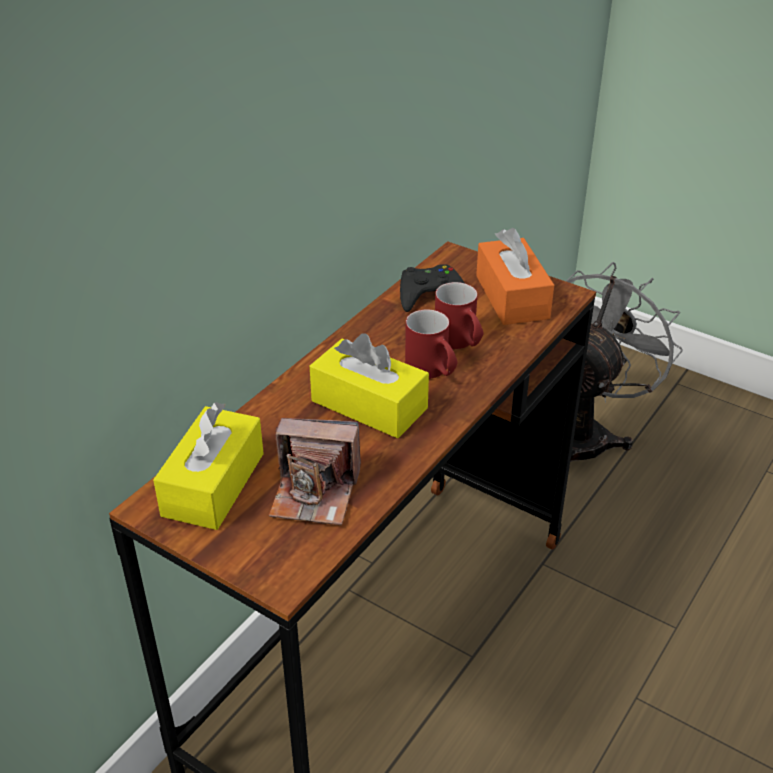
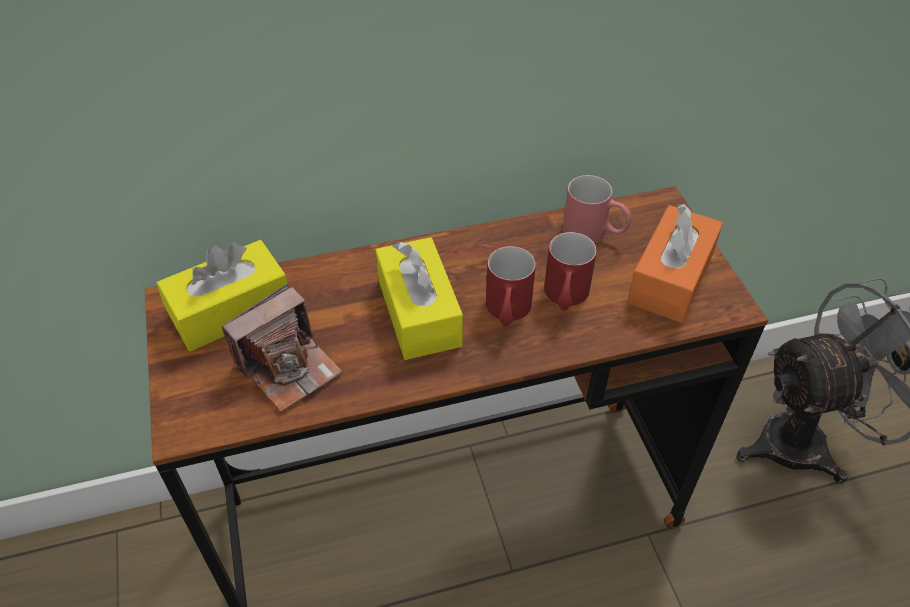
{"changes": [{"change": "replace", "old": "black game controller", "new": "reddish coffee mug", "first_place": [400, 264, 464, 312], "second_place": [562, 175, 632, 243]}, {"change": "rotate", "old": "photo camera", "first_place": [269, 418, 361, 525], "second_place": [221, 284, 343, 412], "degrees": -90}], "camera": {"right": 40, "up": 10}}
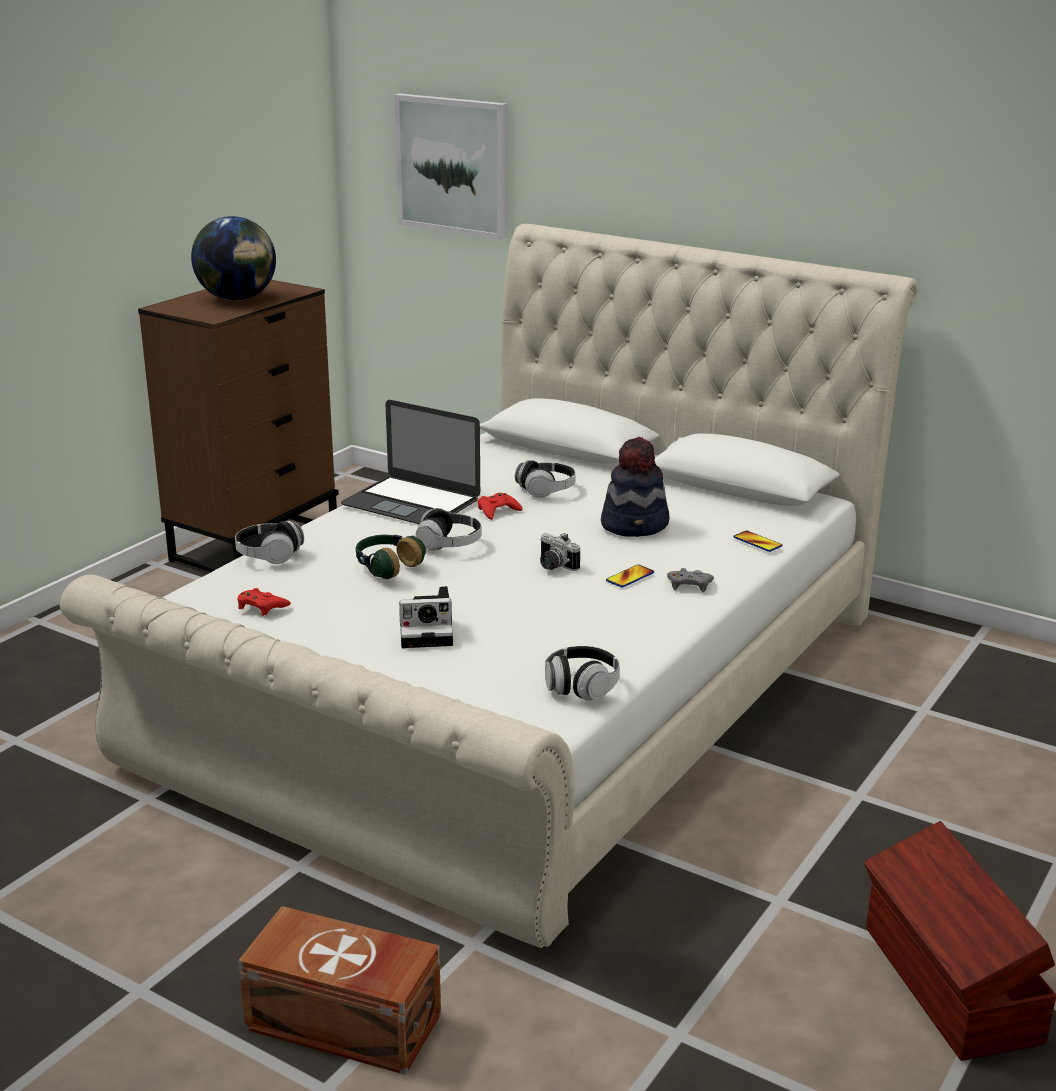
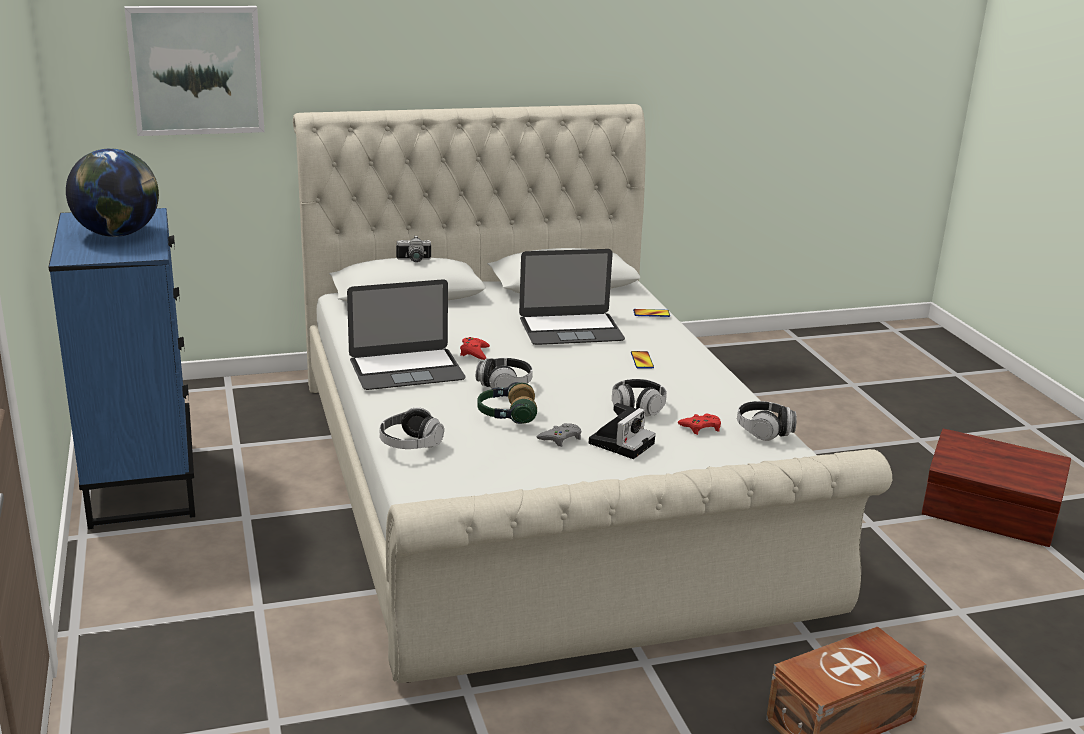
{"changes": [{"change": "recolor", "old": "brown-coloured dresser", "new": "blue-coloured dresser", "first_place": [138, 280, 339, 572], "second_place": [48, 208, 195, 529]}, {"change": "replace", "old": "clothing hat", "new": "laptop", "first_place": [601, 437, 669, 537], "second_place": [519, 249, 625, 345]}, {"change": "move", "old": "pair of headphones", "first_place": [515, 460, 576, 498], "second_place": [612, 379, 667, 416]}, {"change": "move", "old": "photo camera", "first_place": [540, 533, 580, 571], "second_place": [396, 235, 431, 262]}, {"change": "move", "old": "greyish game controller", "first_place": [667, 568, 714, 592], "second_place": [537, 423, 582, 447]}, {"change": "move", "old": "reddish game controller", "first_place": [237, 588, 291, 616], "second_place": [678, 414, 721, 435]}], "camera": {"right": -50, "up": 0}}
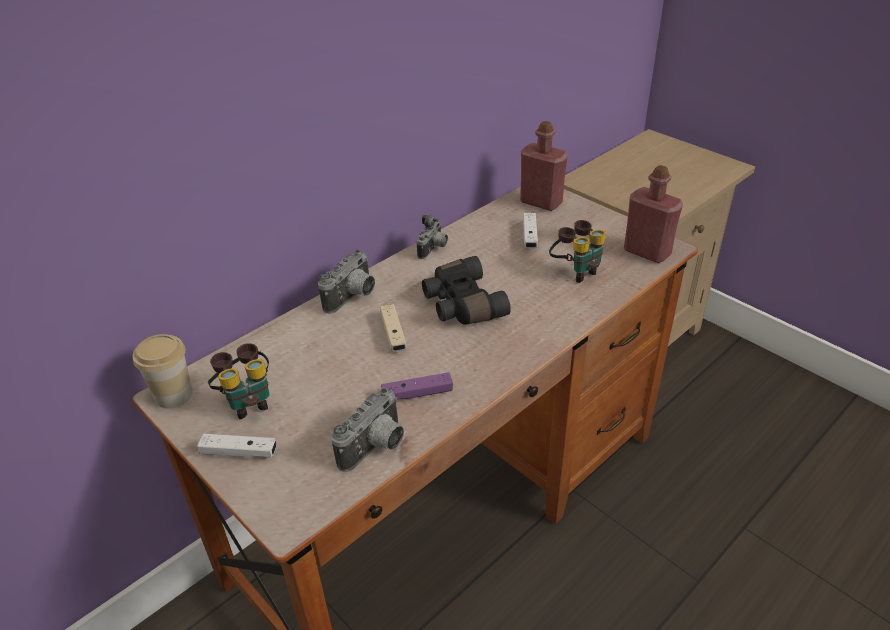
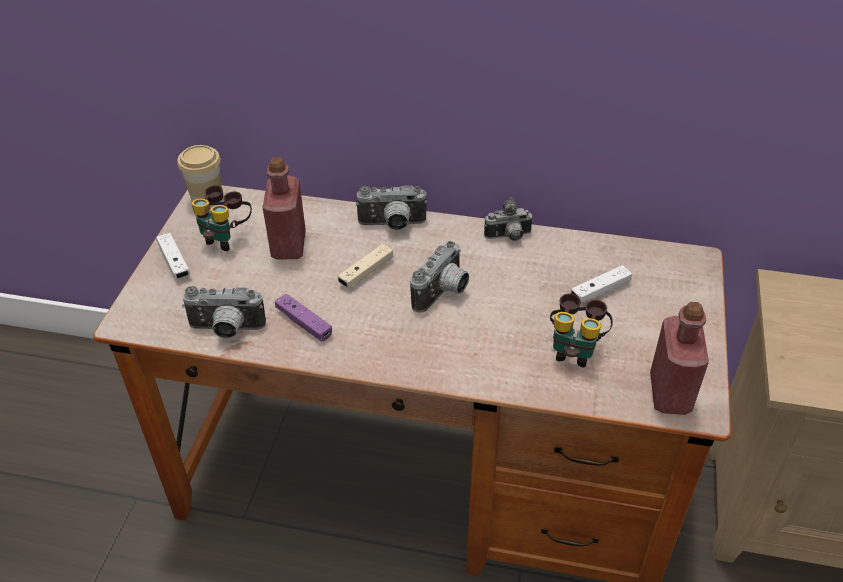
{"changes": [{"change": "move", "old": "reddish beverage bottle", "first_place": [520, 121, 568, 211], "second_place": [262, 157, 306, 260]}, {"change": "replace", "old": "black binoculars", "new": "photo camera", "first_place": [422, 256, 511, 325], "second_place": [410, 241, 469, 313]}], "camera": {"right": 55, "up": 5}}
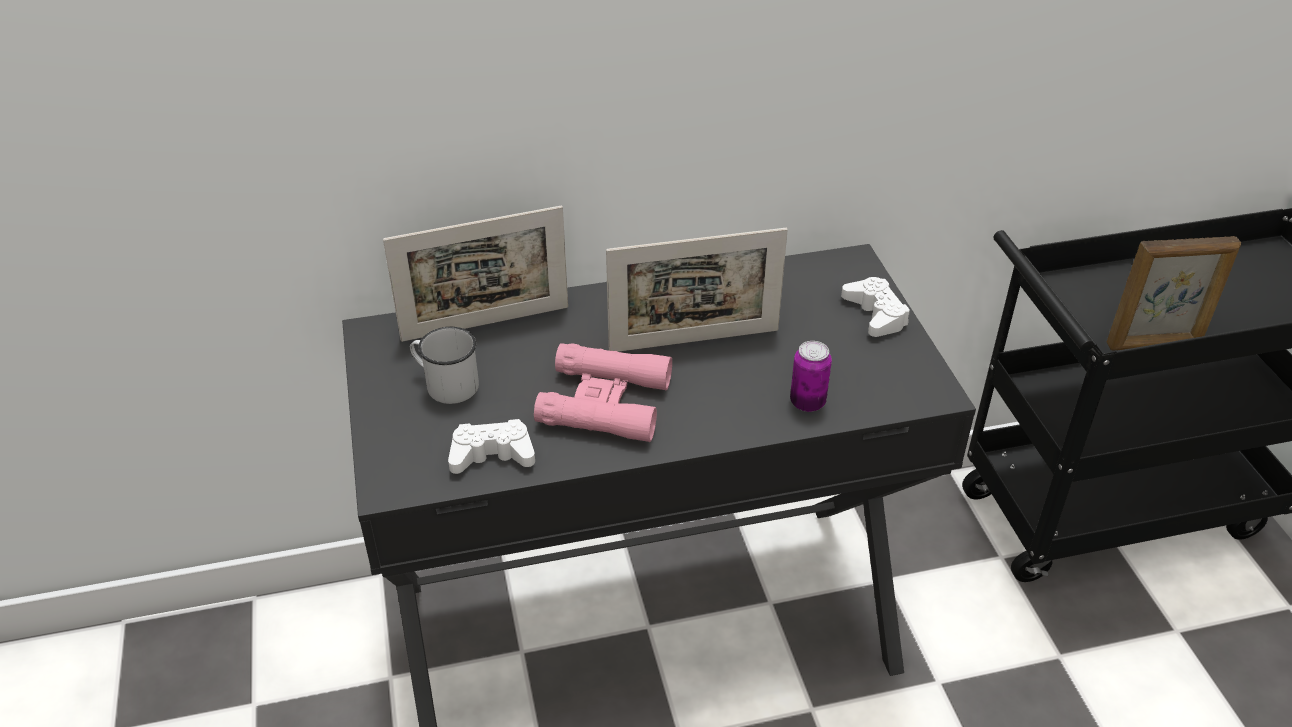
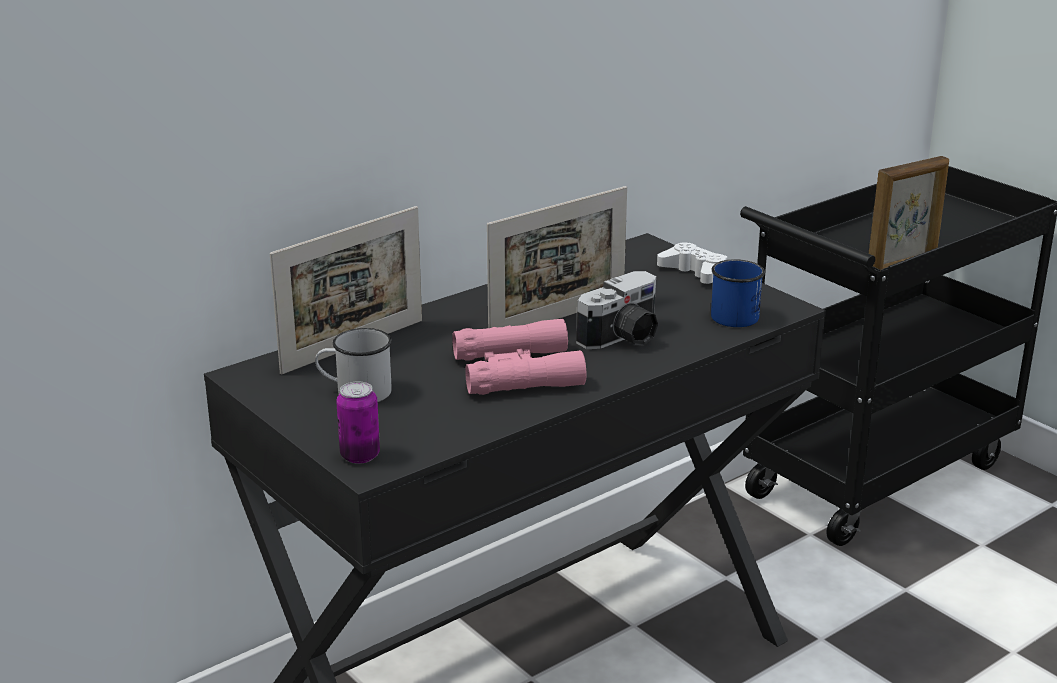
{"changes": [{"change": "move", "old": "can", "first_place": [790, 341, 832, 412], "second_place": [336, 381, 380, 464]}, {"change": "delete", "old": "white-coloured game controller", "first_place": [448, 419, 535, 474]}, {"change": "insert", "new": "blue-coloured coffee mug", "second_place": [711, 259, 765, 327]}, {"change": "insert", "new": "photo camera", "second_place": [576, 271, 658, 349]}], "camera": {"right": -25, "up": -15}}
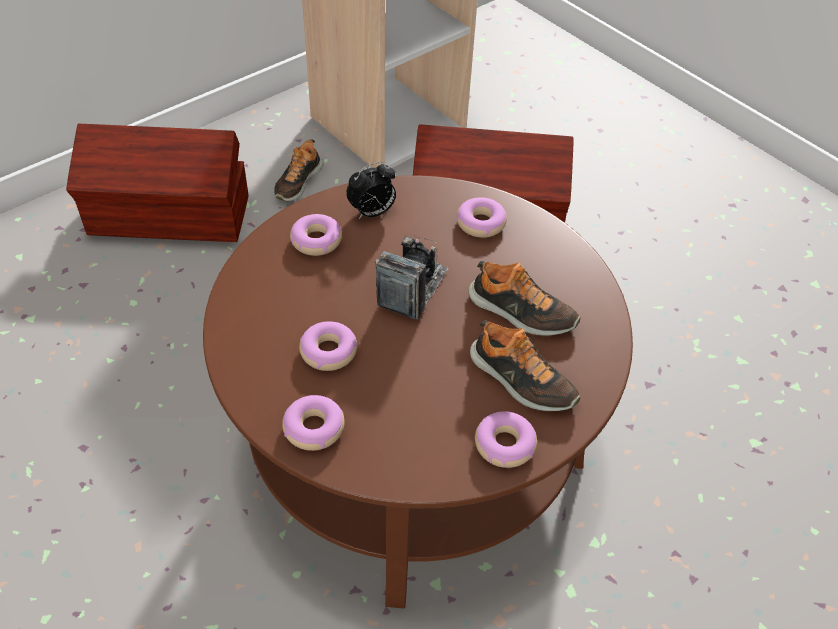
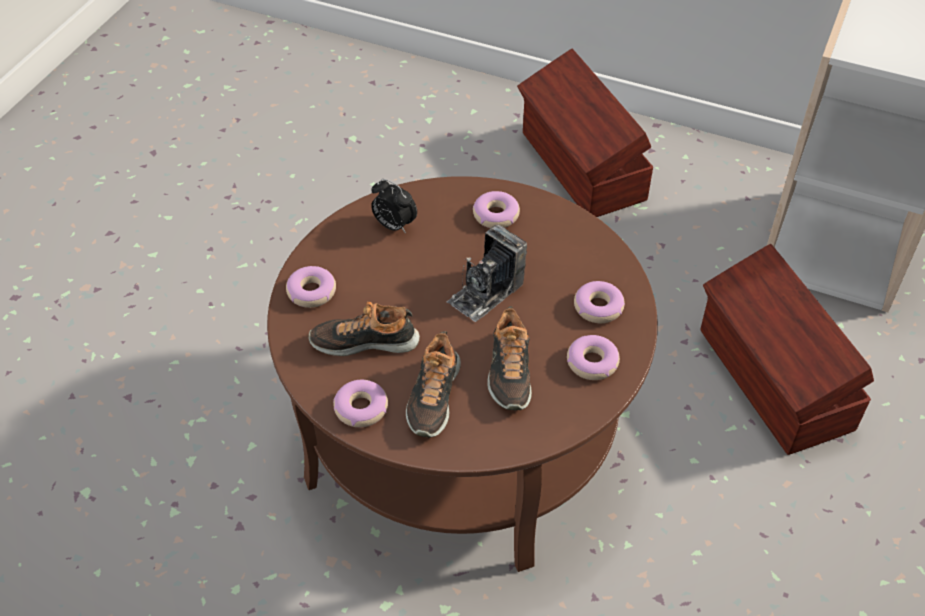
{"changes": [{"change": "move", "old": "shoe", "first_place": [274, 140, 324, 201], "second_place": [308, 301, 420, 356]}, {"change": "move", "old": "table clock", "first_place": [346, 162, 396, 219], "second_place": [371, 179, 417, 233]}, {"change": "rotate", "old": "photo camera", "first_place": [375, 234, 448, 320], "second_place": [446, 224, 527, 322], "degrees": 135}, {"change": "move", "old": "doughnut", "first_place": [299, 321, 358, 371], "second_place": [567, 335, 620, 380]}], "camera": {"right": 65, "up": 0}}
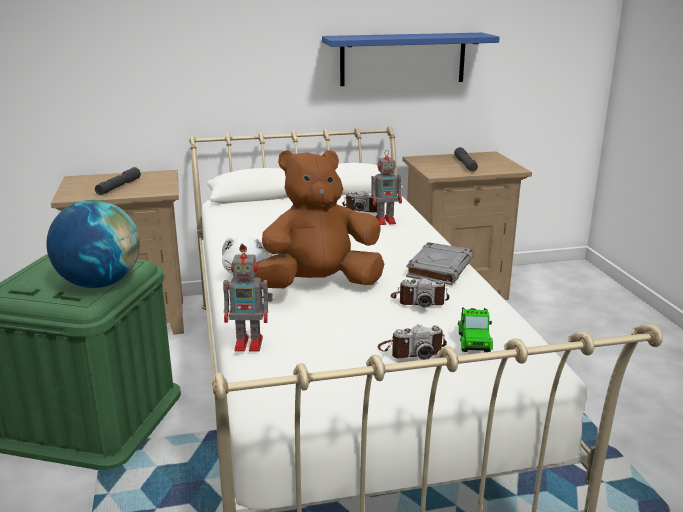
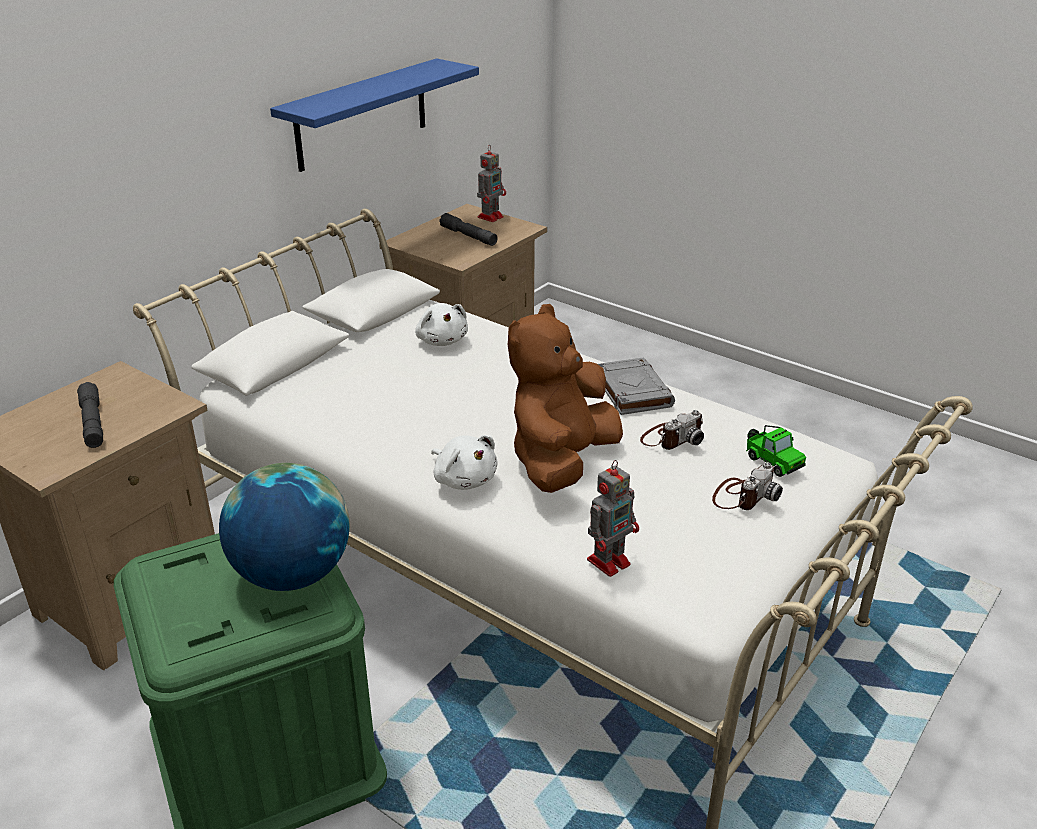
{"changes": [{"change": "move", "old": "robot figure", "first_place": [371, 150, 402, 225], "second_place": [477, 146, 506, 222]}, {"change": "replace", "old": "photo camera", "new": "white-coloured soft toy", "first_place": [342, 191, 377, 213], "second_place": [415, 303, 468, 346]}], "camera": {"right": -40, "up": 10}}
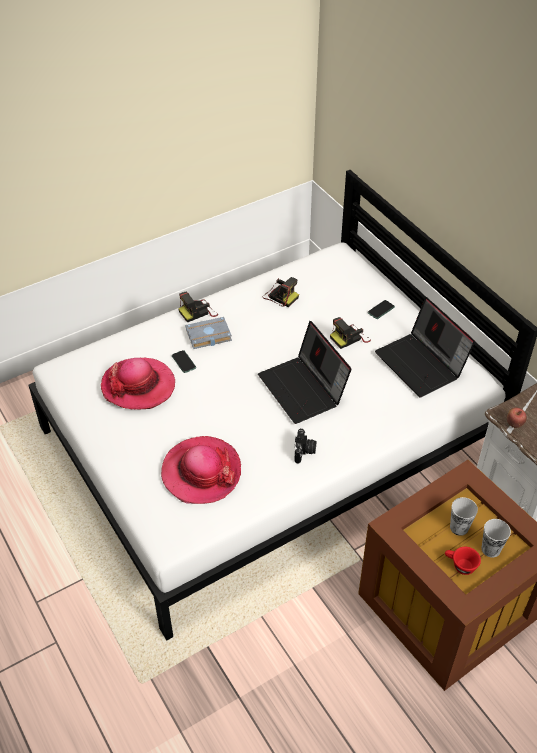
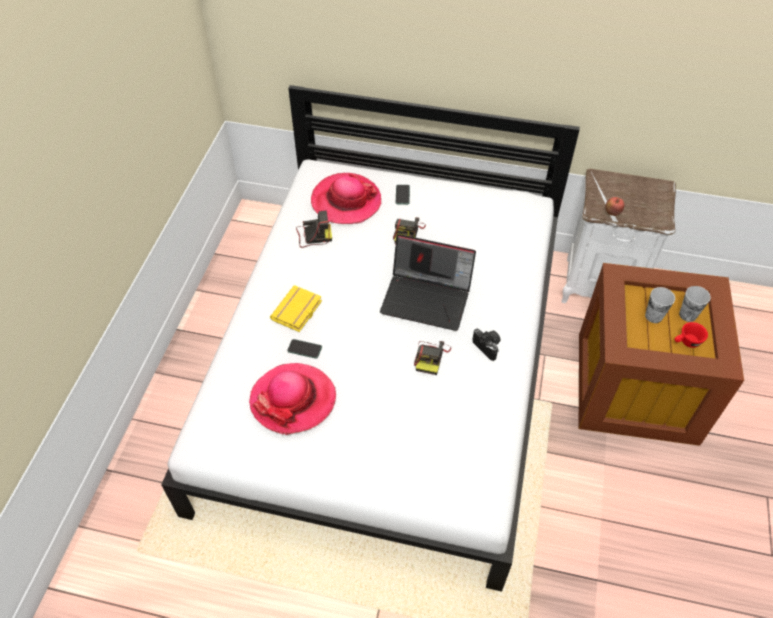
{"changes": [{"change": "move", "old": "photo camera", "first_place": [178, 292, 218, 322], "second_place": [414, 341, 451, 375]}, {"change": "delete", "old": "laptop", "first_place": [375, 297, 475, 397]}, {"change": "recolor", "old": "greyish volume", "new": "yellow volume", "first_place": [186, 317, 232, 349], "second_place": [270, 285, 322, 332]}, {"change": "move", "old": "clothing hat", "first_place": [161, 436, 241, 504], "second_place": [311, 173, 381, 224]}], "camera": {"right": -45, "up": 5}}
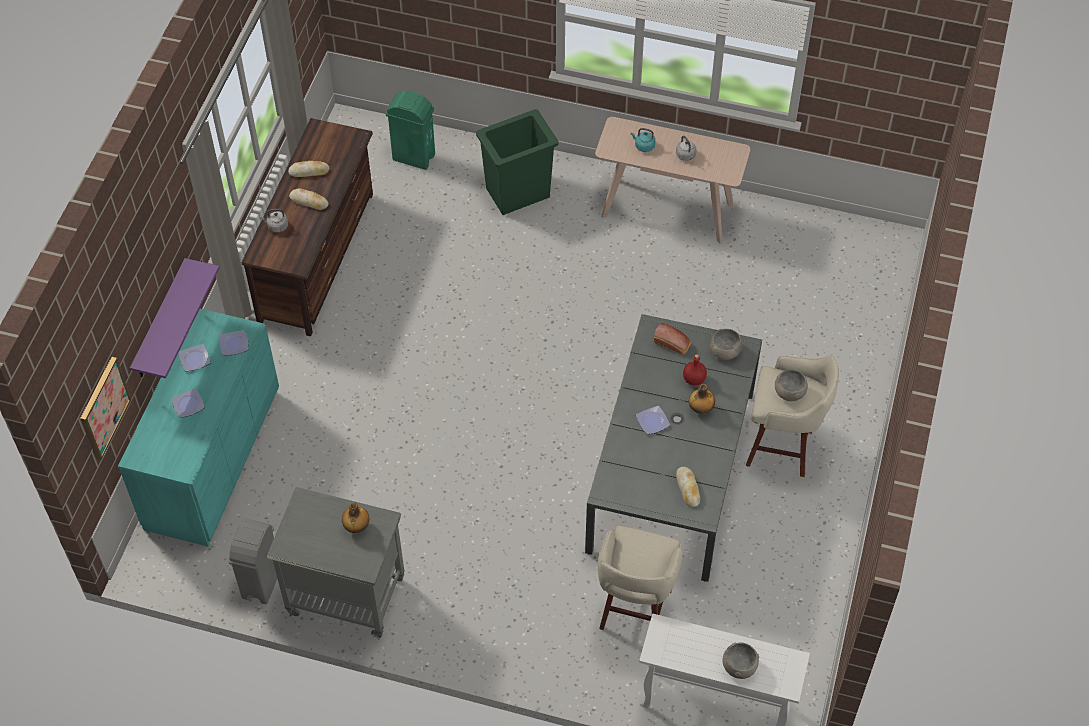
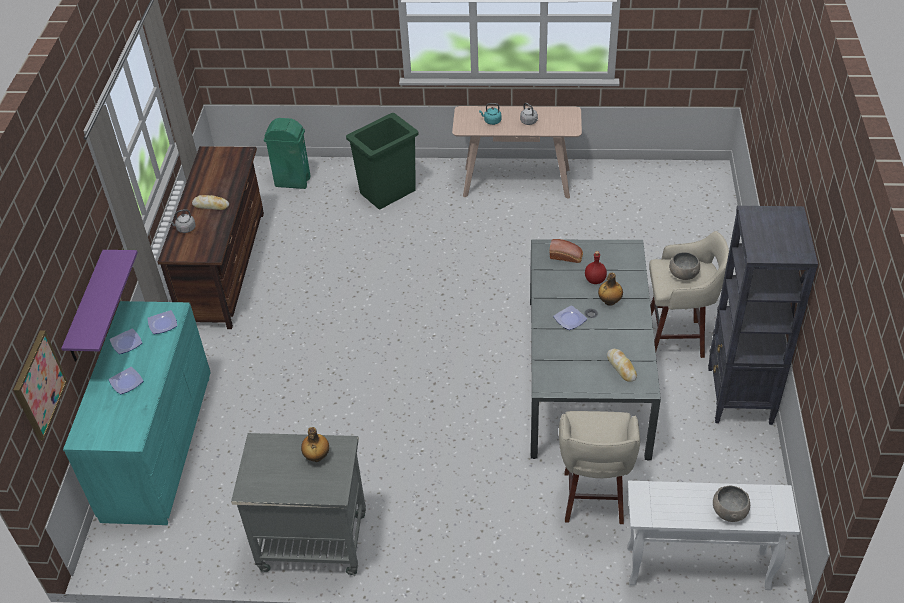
{"changes": [{"change": "delete", "old": "baked bread", "first_place": [288, 161, 329, 177]}, {"change": "delete", "old": "greyish deep dish", "first_place": [710, 329, 743, 360]}, {"change": "delete", "old": "greyish rubbish bin", "first_place": [228, 519, 277, 604]}, {"change": "insert", "new": "black bookcase", "second_place": [708, 206, 818, 425]}], "camera": {"right": -10, "up": -10}}
